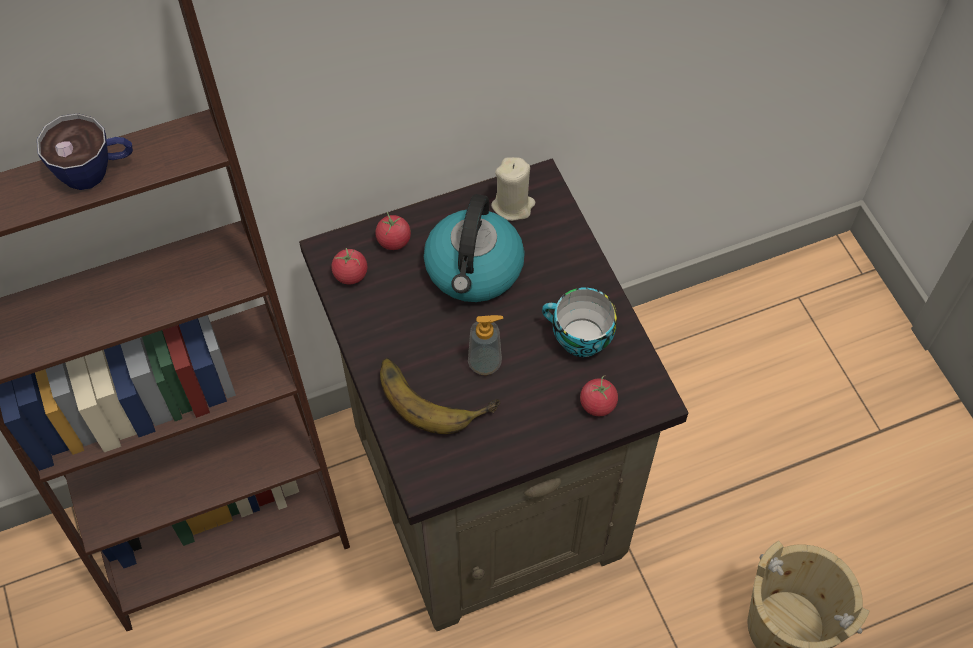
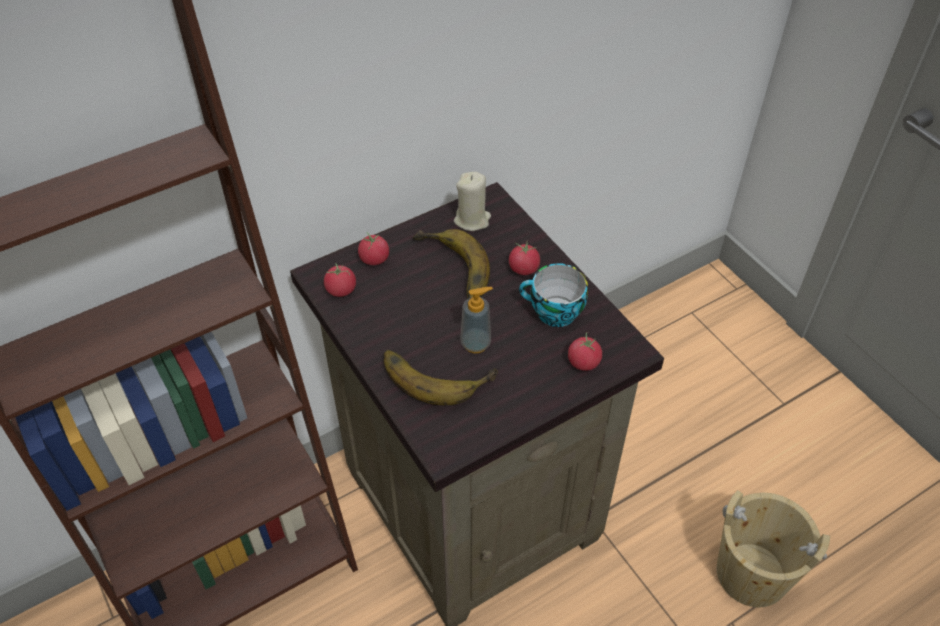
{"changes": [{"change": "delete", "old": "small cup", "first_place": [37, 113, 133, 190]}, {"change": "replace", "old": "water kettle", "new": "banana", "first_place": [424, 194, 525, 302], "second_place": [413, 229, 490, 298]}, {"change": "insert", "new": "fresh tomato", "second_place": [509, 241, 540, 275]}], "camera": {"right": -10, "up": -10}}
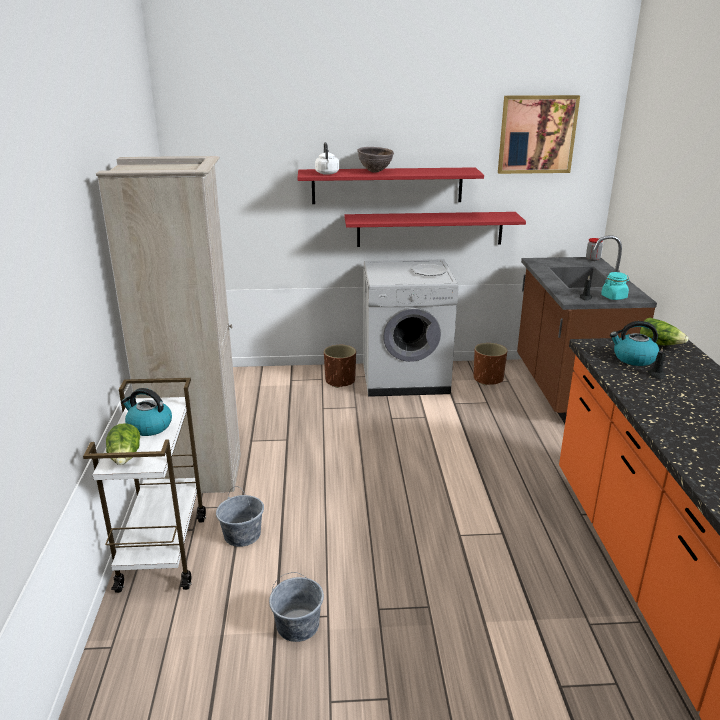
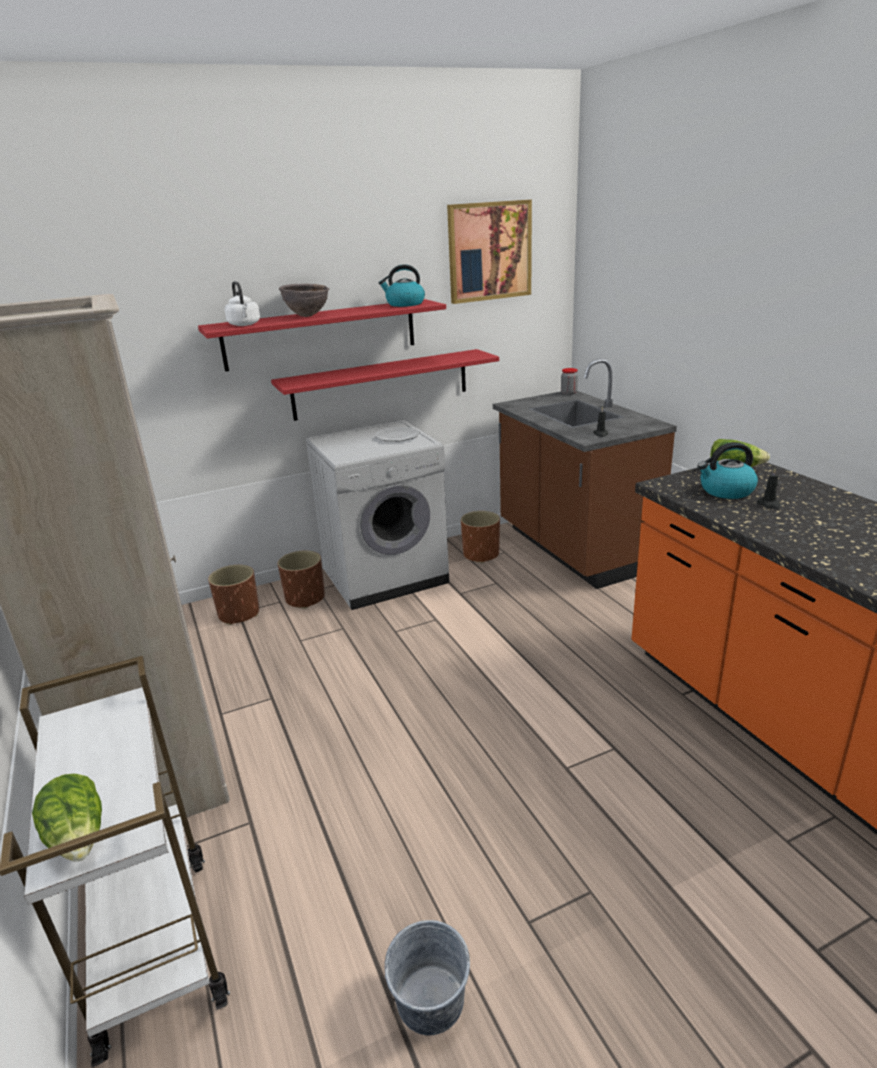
{"changes": [{"change": "delete", "old": "turquoise preserve jar", "first_place": [601, 272, 629, 300]}, {"change": "move", "old": "water kettle", "first_place": [121, 388, 172, 436], "second_place": [379, 264, 425, 307]}, {"change": "delete", "old": "greyish water bucket", "first_place": [216, 486, 264, 547]}, {"change": "insert", "new": "brown-coloured flower pot", "second_place": [208, 565, 259, 625]}], "camera": {"right": -20, "up": 0}}
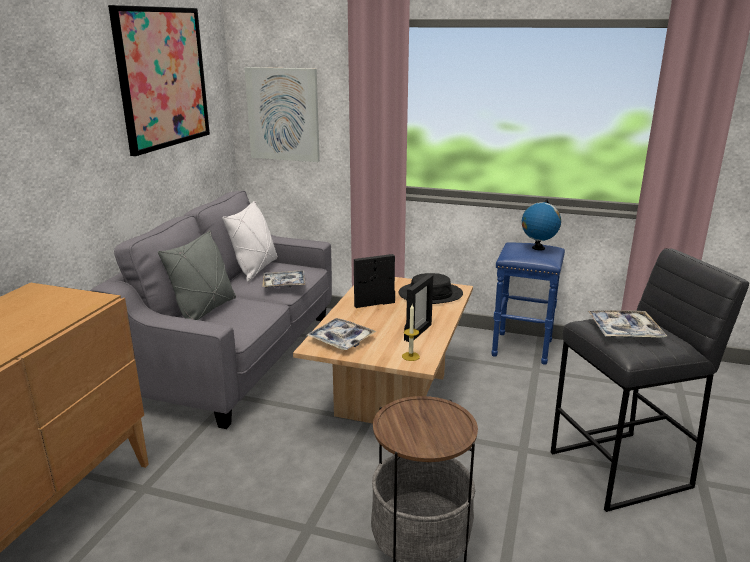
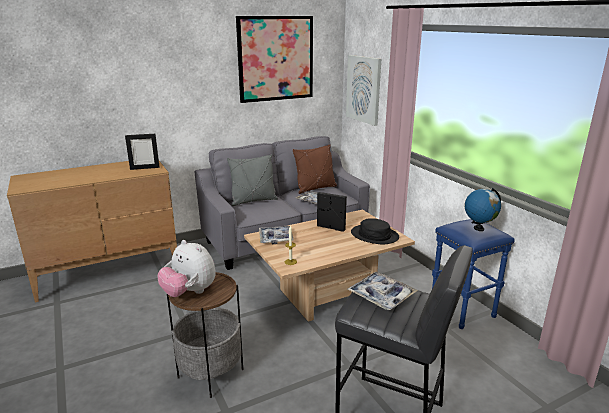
{"changes": [{"change": "recolor", "old": "white-coloured cushion", "new": "brown-coloured cushion", "first_place": [222, 201, 277, 282], "second_place": [292, 145, 337, 194]}, {"change": "move", "old": "picture frame", "first_place": [404, 274, 433, 342], "second_place": [125, 134, 159, 170]}, {"change": "insert", "new": "soft toy", "second_place": [158, 240, 216, 297]}], "camera": {"right": 45, "up": 0}}
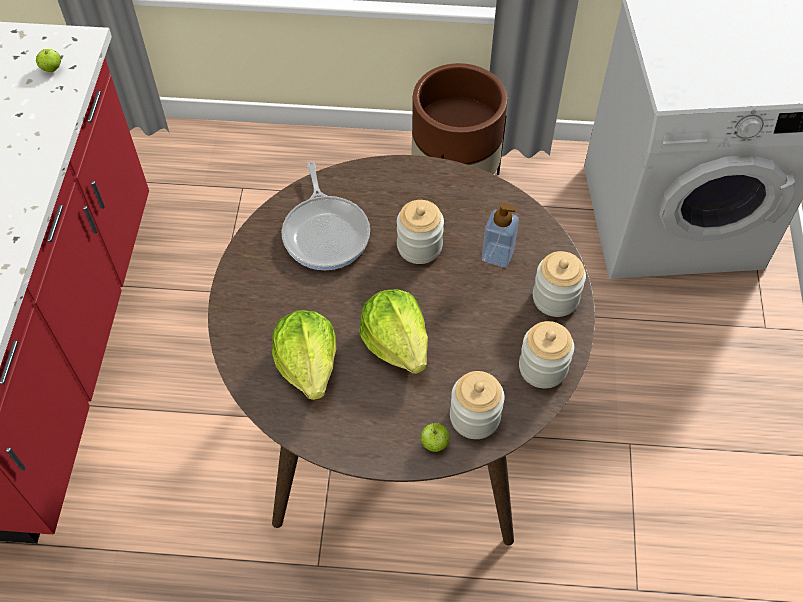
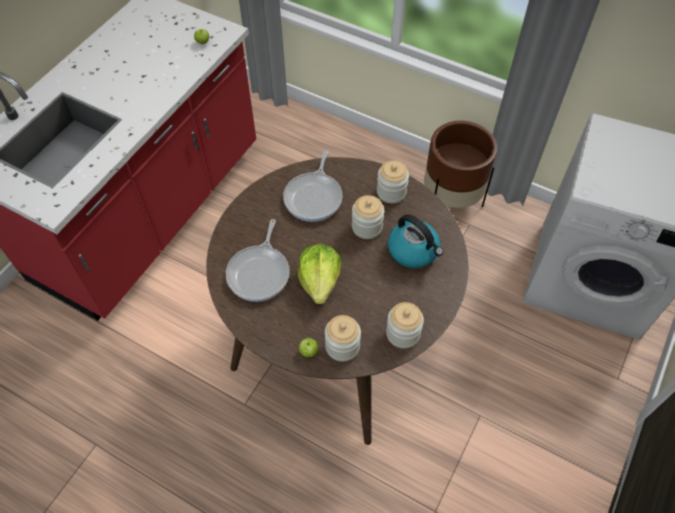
{"changes": [{"change": "replace", "old": "liquid soap bottle", "new": "water kettle", "first_place": [482, 203, 519, 267], "second_place": [388, 214, 444, 268]}, {"change": "move", "old": "preserve jar", "first_place": [533, 251, 586, 317], "second_place": [377, 161, 409, 204]}, {"change": "replace", "old": "lettuce", "new": "pan", "first_place": [272, 310, 336, 400], "second_place": [226, 219, 290, 302]}], "camera": {"right": 25, "up": 0}}
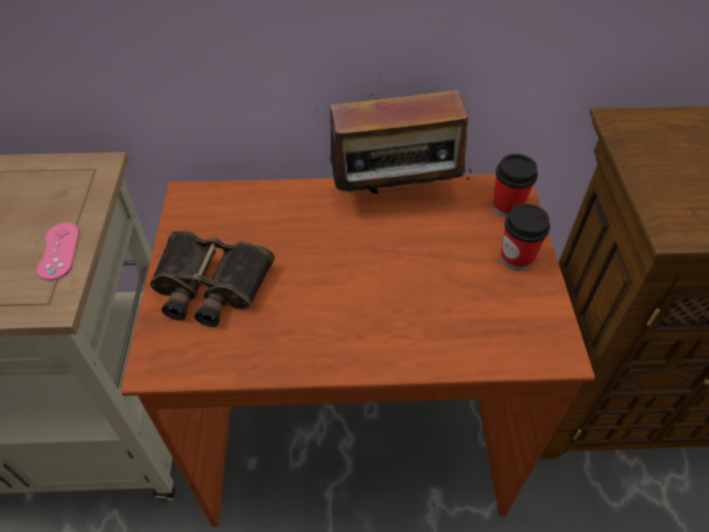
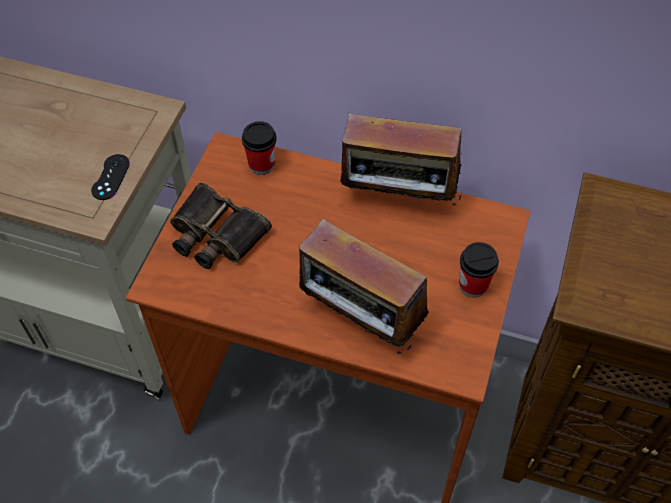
{"changes": [{"change": "move", "old": "small cup", "first_place": [493, 154, 538, 218], "second_place": [242, 121, 277, 175]}, {"change": "recolor", "old": "pink game controller", "new": "black game controller", "first_place": [37, 223, 79, 280], "second_place": [91, 154, 130, 200]}, {"change": "insert", "new": "radio set", "second_place": [299, 215, 429, 355]}], "camera": {"right": 20, "up": 5}}
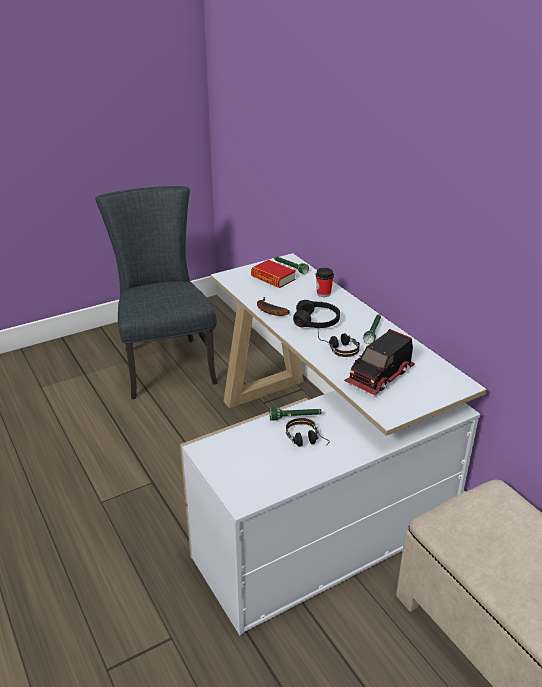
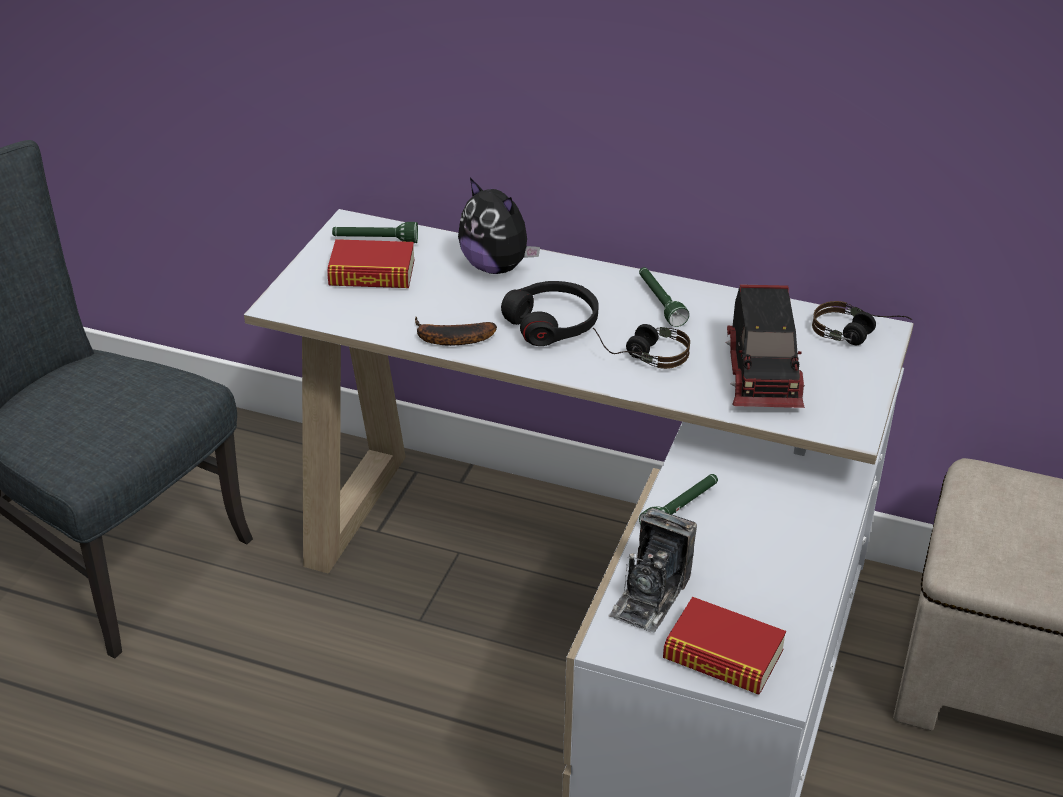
{"changes": [{"change": "replace", "old": "small cup", "new": "soft toy", "first_place": [316, 268, 334, 297], "second_place": [458, 178, 540, 274]}, {"change": "move", "old": "pair of headphones", "first_place": [286, 418, 330, 447], "second_place": [812, 301, 912, 345]}, {"change": "insert", "new": "photo camera", "second_place": [608, 508, 697, 633]}, {"change": "insert", "new": "volume", "second_place": [663, 597, 786, 694]}], "camera": {"right": -40, "up": 5}}
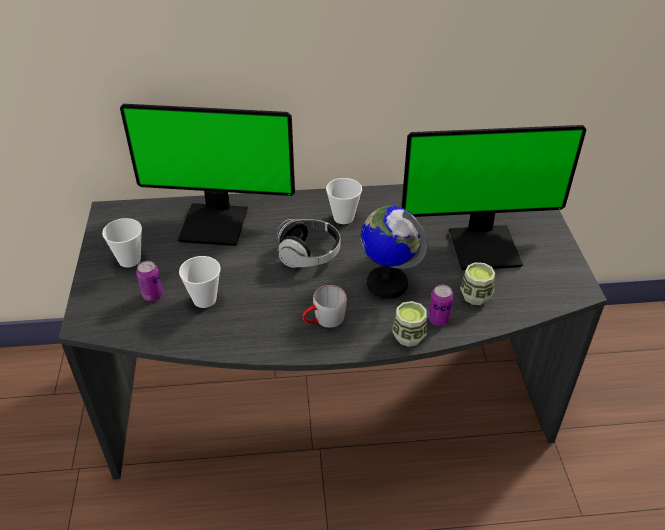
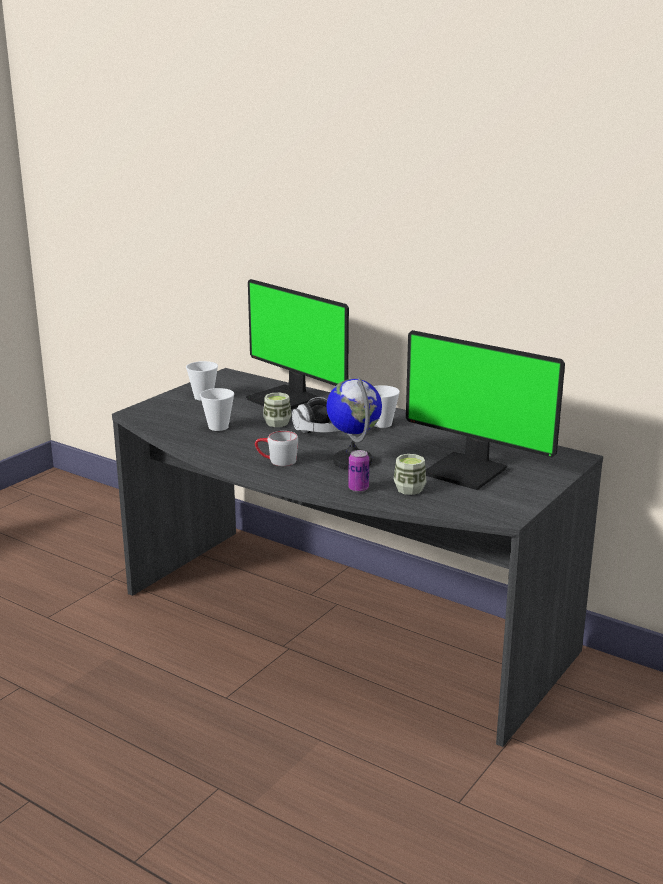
{"changes": [{"change": "delete", "old": "can", "first_place": [136, 261, 163, 301]}, {"change": "move", "old": "small cup", "first_place": [392, 301, 427, 347], "second_place": [263, 393, 292, 427]}], "camera": {"right": 40, "up": -20}}
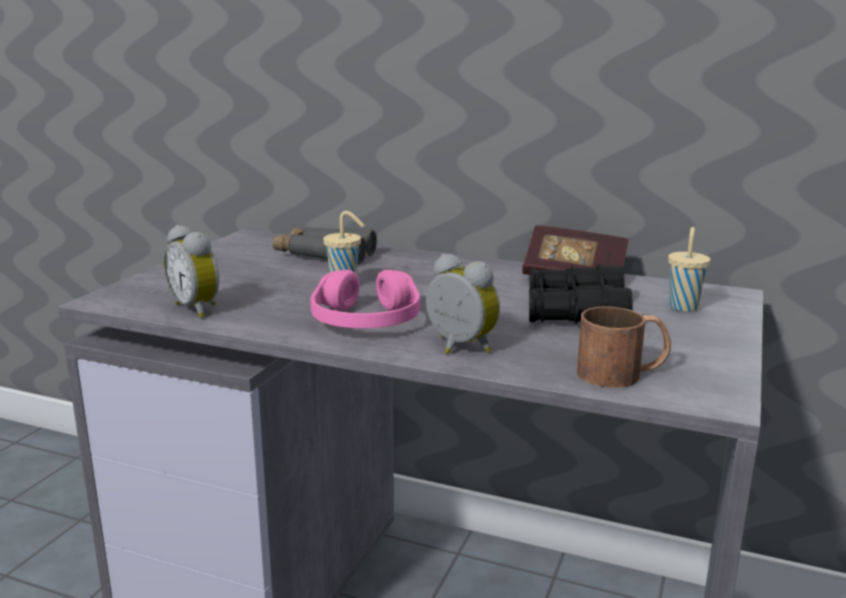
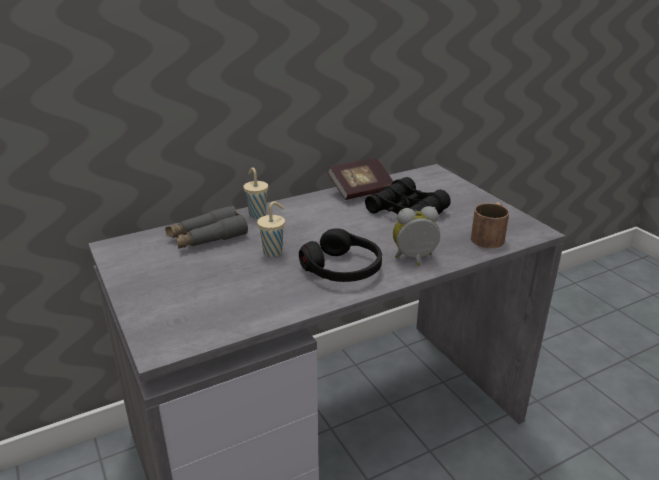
{"changes": [{"change": "delete", "old": "table clock", "first_place": [164, 225, 219, 318]}, {"change": "move", "old": "beige small cup", "first_place": [668, 227, 710, 312], "second_place": [243, 168, 268, 218]}, {"change": "recolor", "old": "pink pair of headphones", "new": "black pair of headphones", "first_place": [310, 270, 420, 328], "second_place": [299, 228, 382, 282]}], "camera": {"right": -50, "up": 10}}
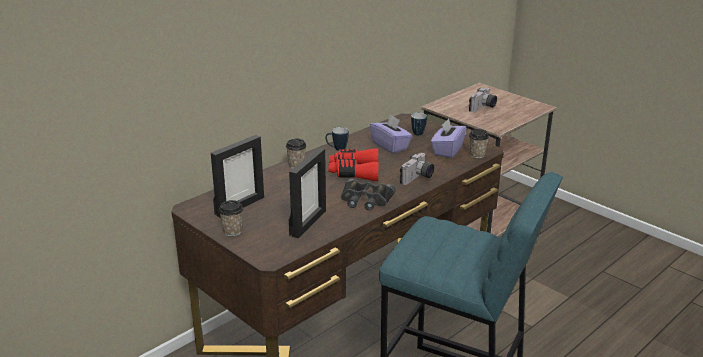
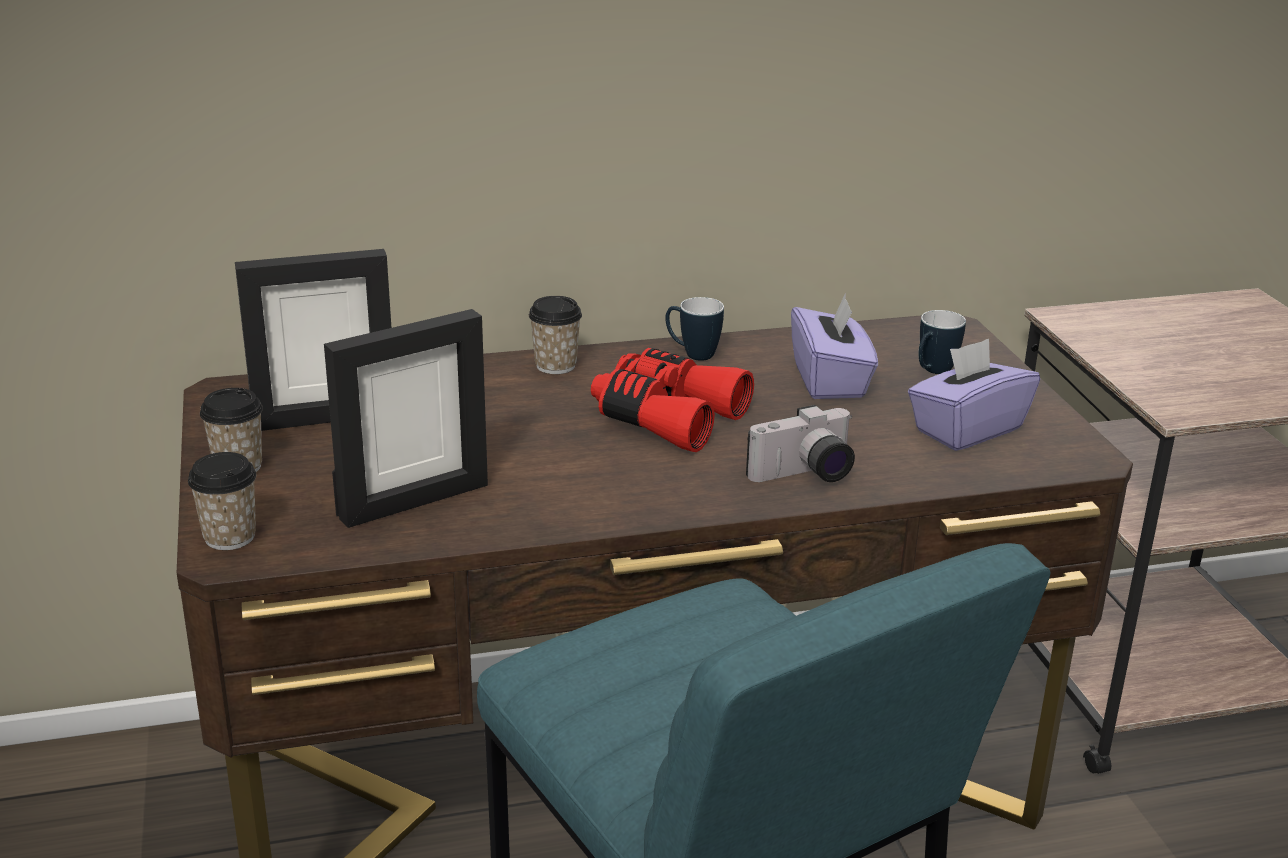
{"changes": [{"change": "delete", "old": "photo camera", "first_place": [469, 88, 497, 112]}, {"change": "move", "old": "small cup", "first_place": [469, 129, 489, 159], "second_place": [188, 452, 257, 550]}, {"change": "delete", "old": "black binoculars", "first_place": [341, 179, 396, 211]}], "camera": {"right": 30, "up": 0}}
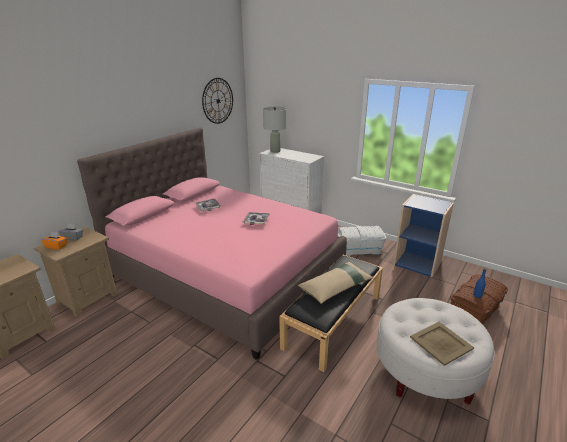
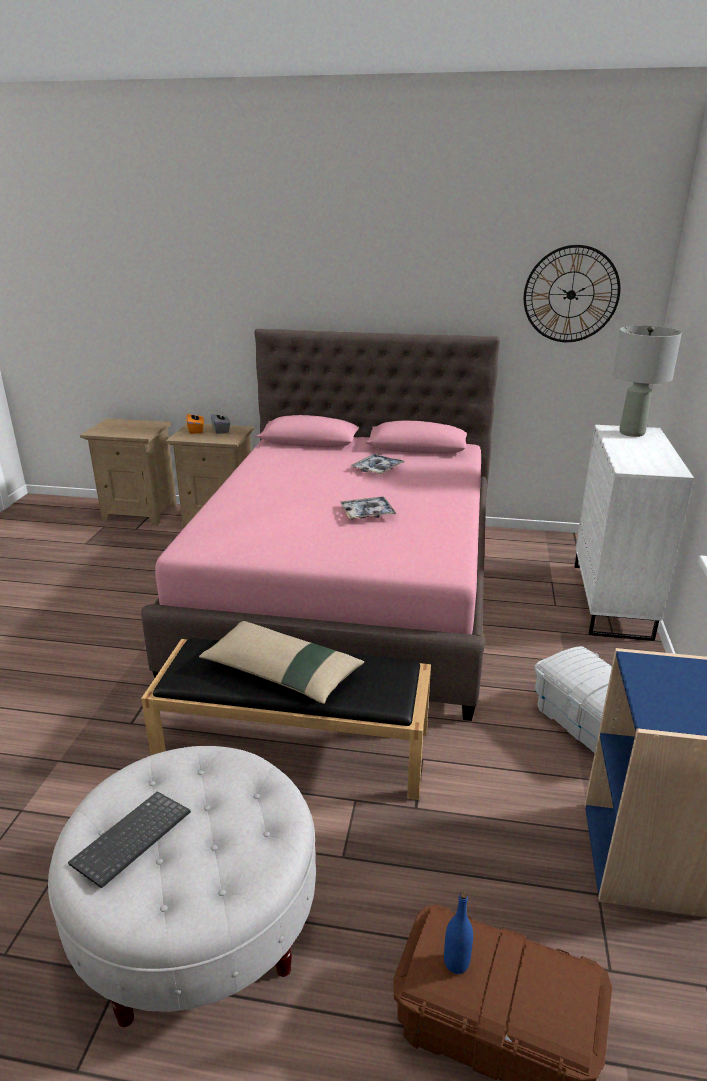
{"changes": [{"change": "replace", "old": "beige carrying tray", "new": "computer keyboard", "first_place": [410, 322, 474, 366], "second_place": [68, 791, 191, 889]}], "camera": {"right": 65, "up": 0}}
